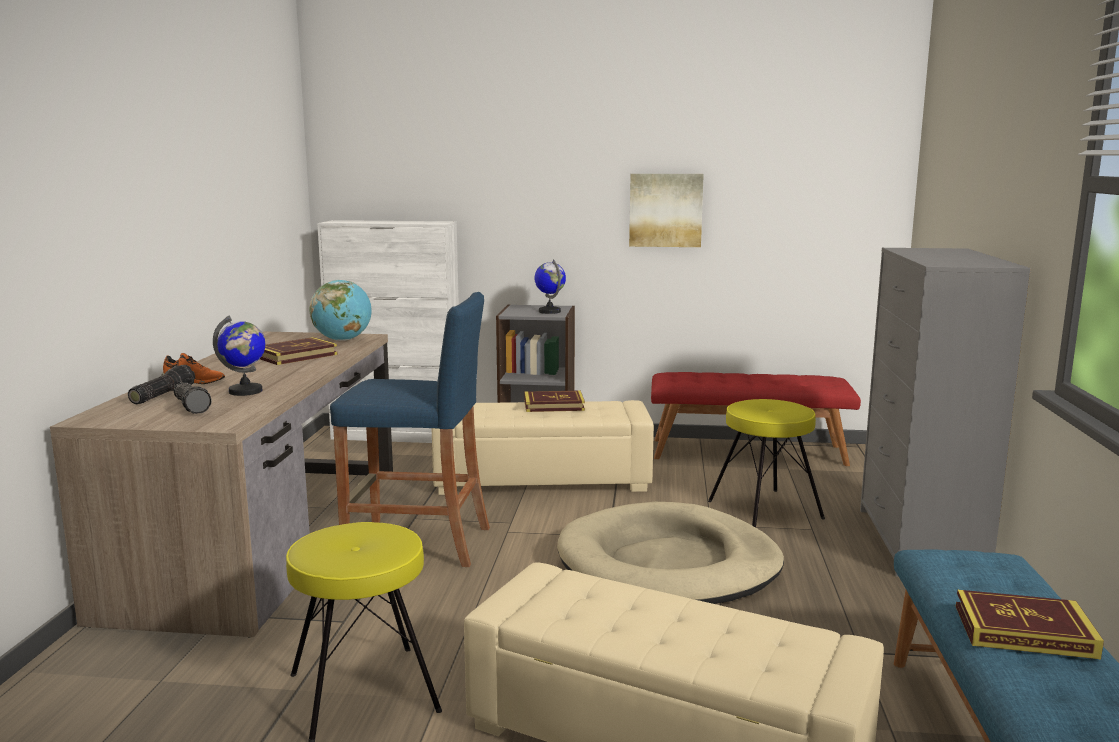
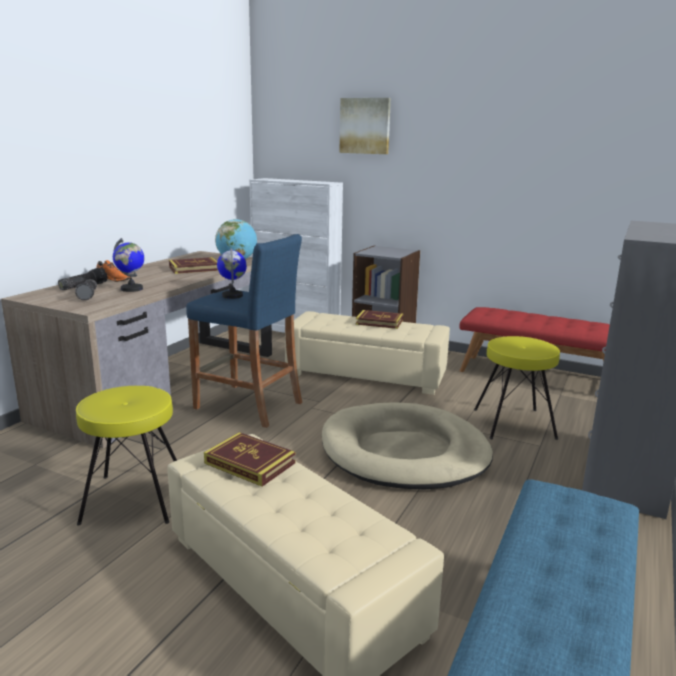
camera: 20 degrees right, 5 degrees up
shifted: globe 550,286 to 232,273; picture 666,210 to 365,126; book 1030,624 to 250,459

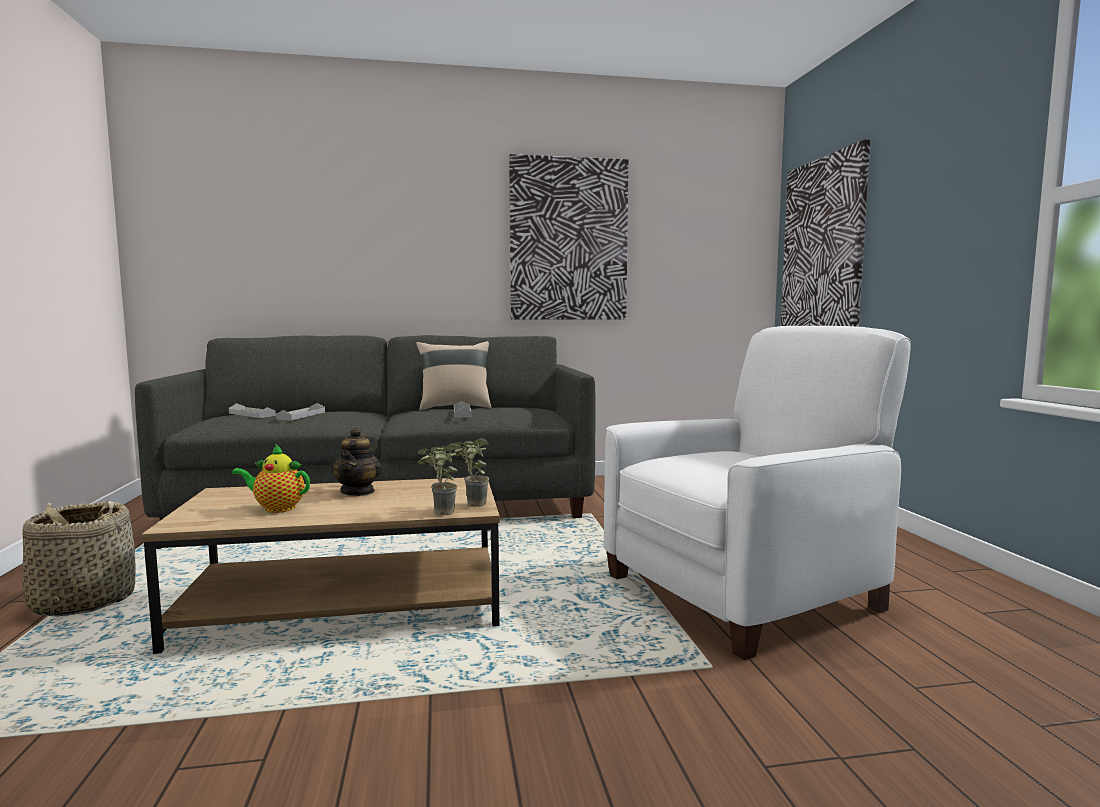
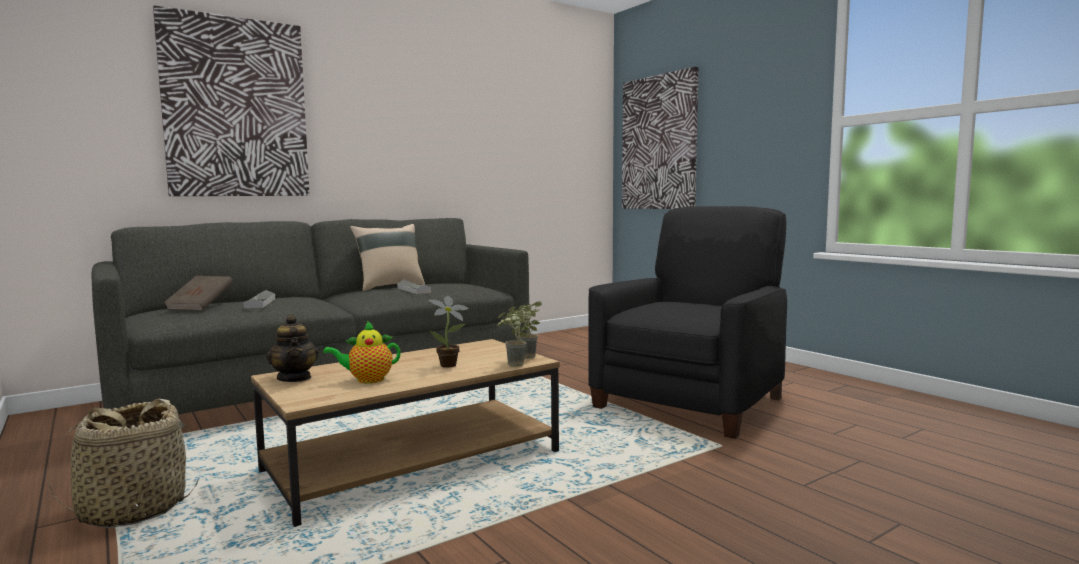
camera: 25 degrees left, 0 degrees up
new: potted plant 448,332
shifted: teapot 356,461 to 292,348; picture 569,236 to 231,100
swapped: tray/grey 252,410 to book/brown 198,293
repainted: armchair/white 757,493 to armchair/black 687,322

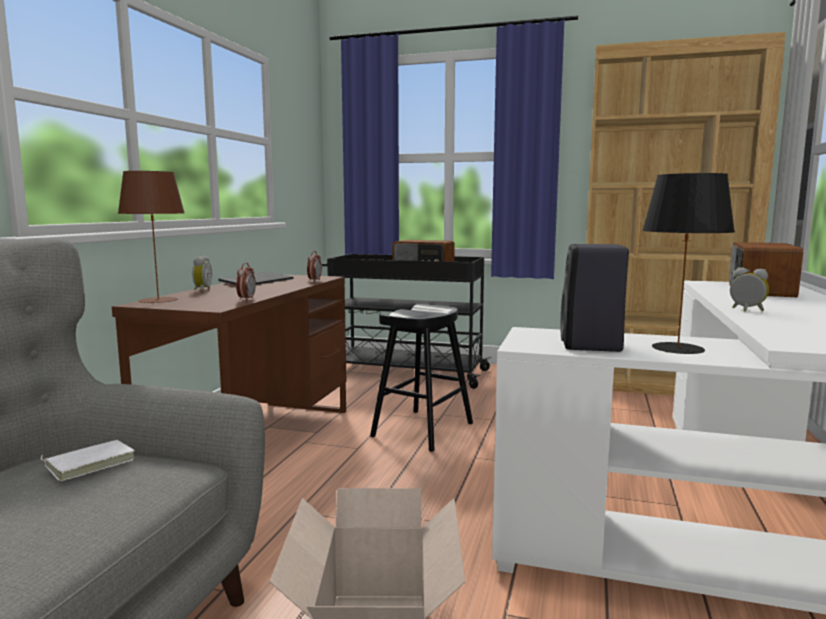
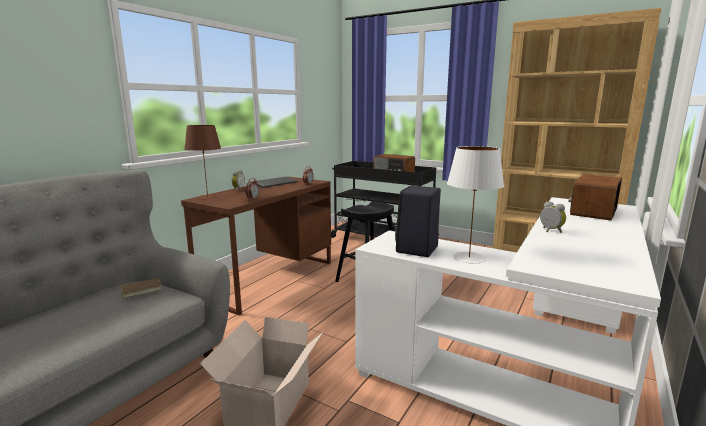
camera: 15 degrees right, 5 degrees up
repainted: book/white 88,460 to book/brown 140,288; table lamp/black 688,263 to table lamp/white 475,204

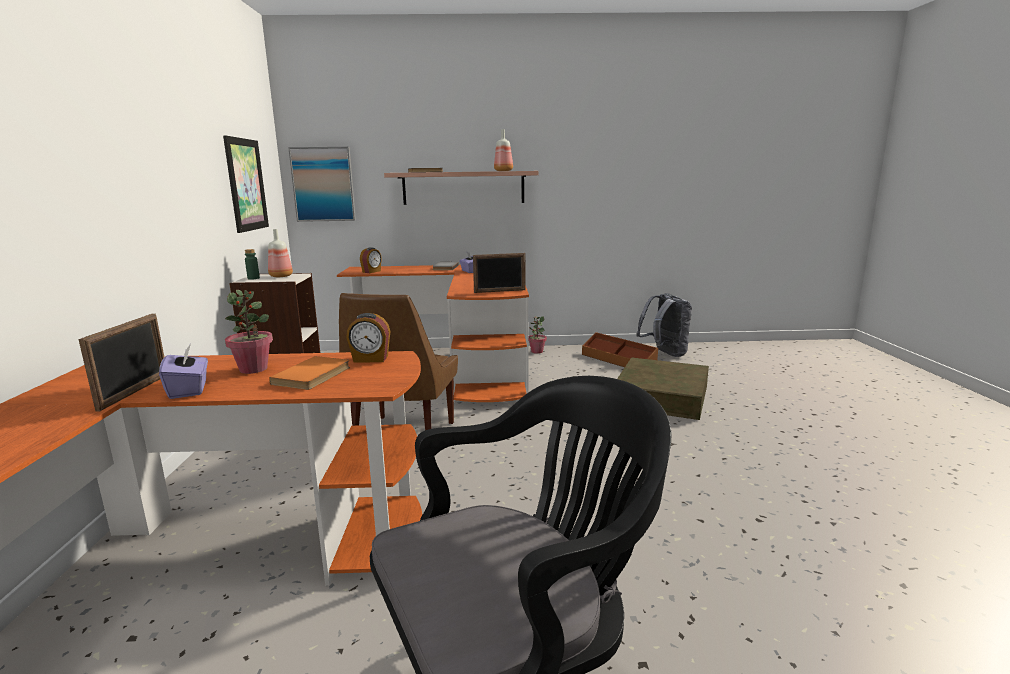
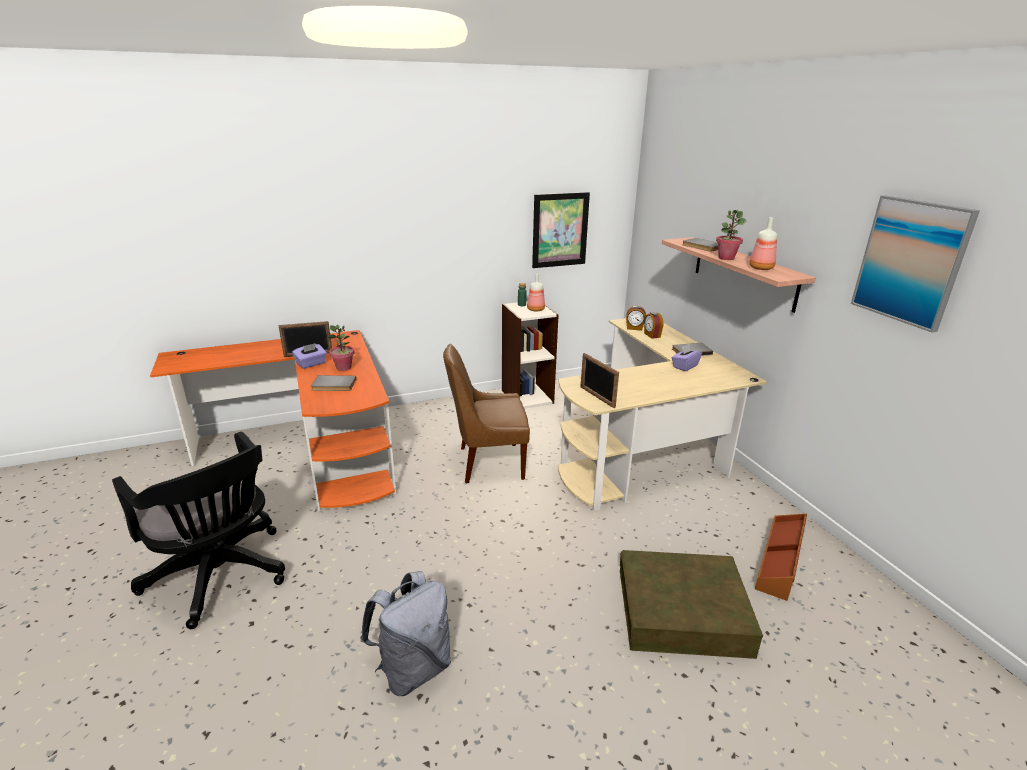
camera: 70 degrees right, 10 degrees up
shifted: picture 322,184 to 915,264; alarm clock 368,337 to 653,325; potted plant 537,335 to 731,235; backpack/grey 664,325 to 405,633
repainted: book/orange 309,373 to book/grey 334,383; desk/orange 433,333 to desk/beige 662,414

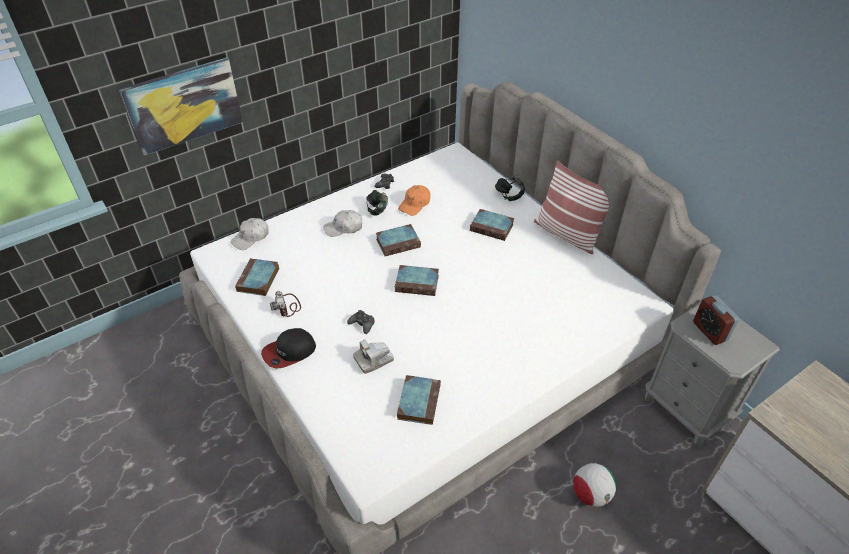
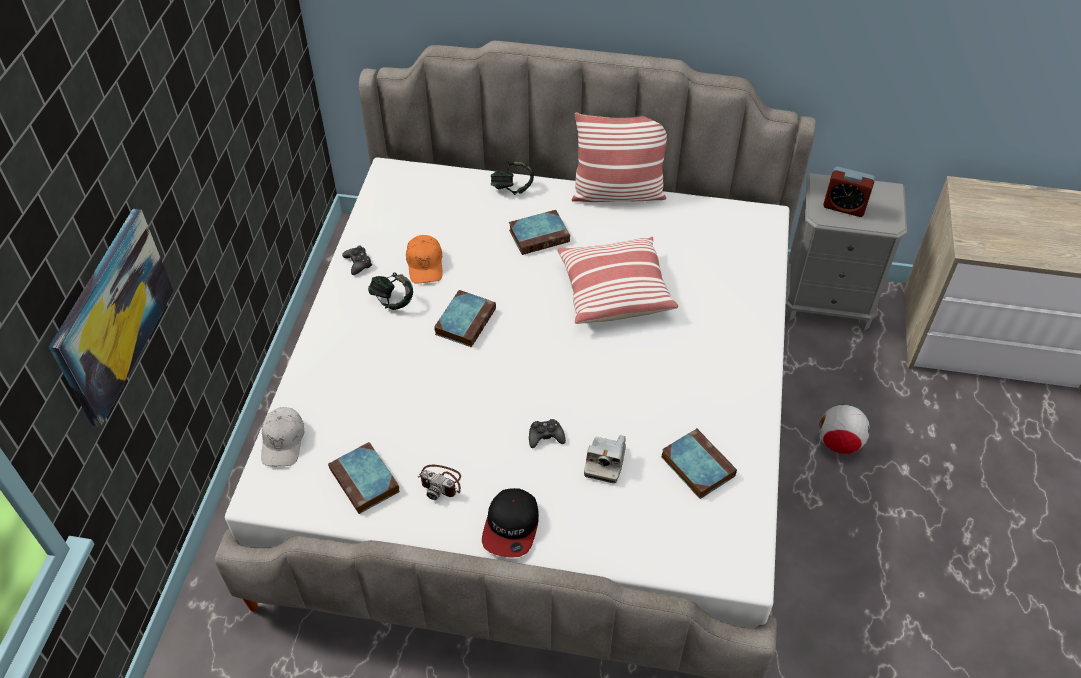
camera: 45 degrees left, 5 degrees up
gone: cap/white 343,223; book 417,280
new: pillow 617,280

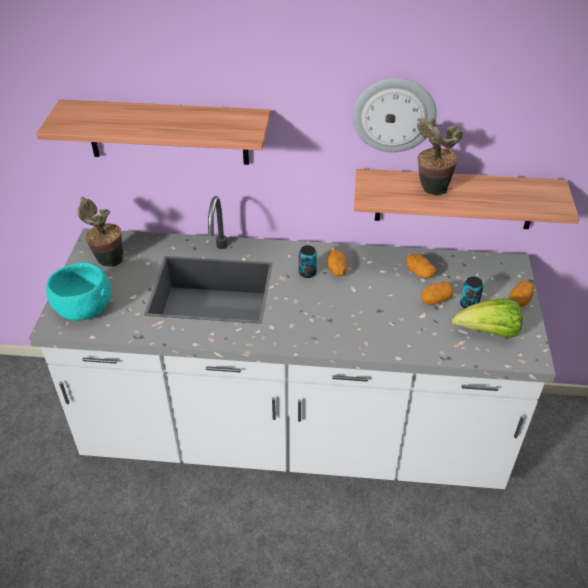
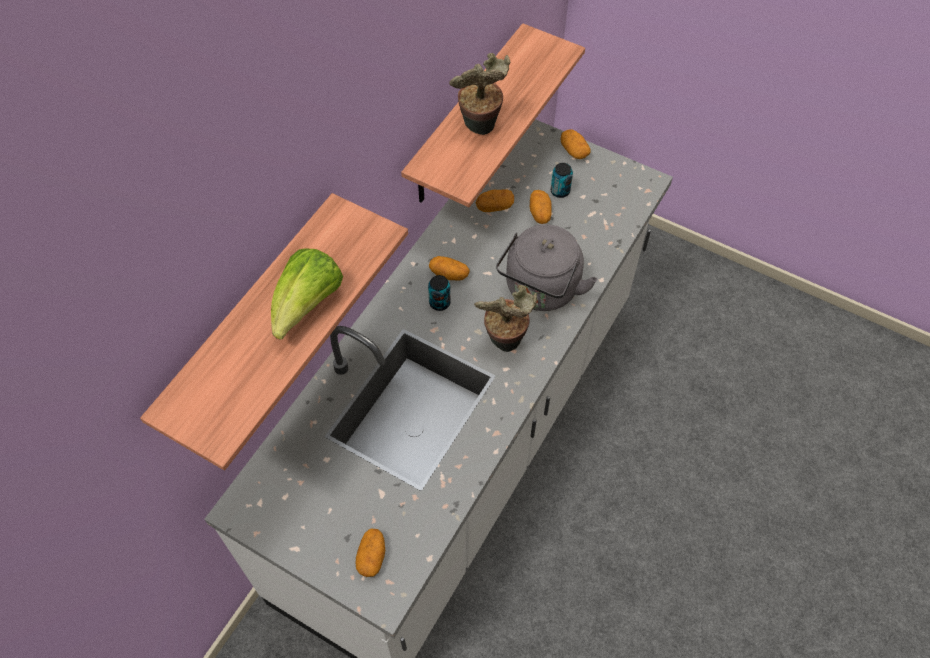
camera: 65 degrees left, 15 degrees up
gone: wall clock 394,115
new: kettle/grey 547,267
shifted: potted plant 100,232 to 505,318; lettuce 487,318 to 307,294
swapped: bowl/turquoise 78,291 to potato 370,552

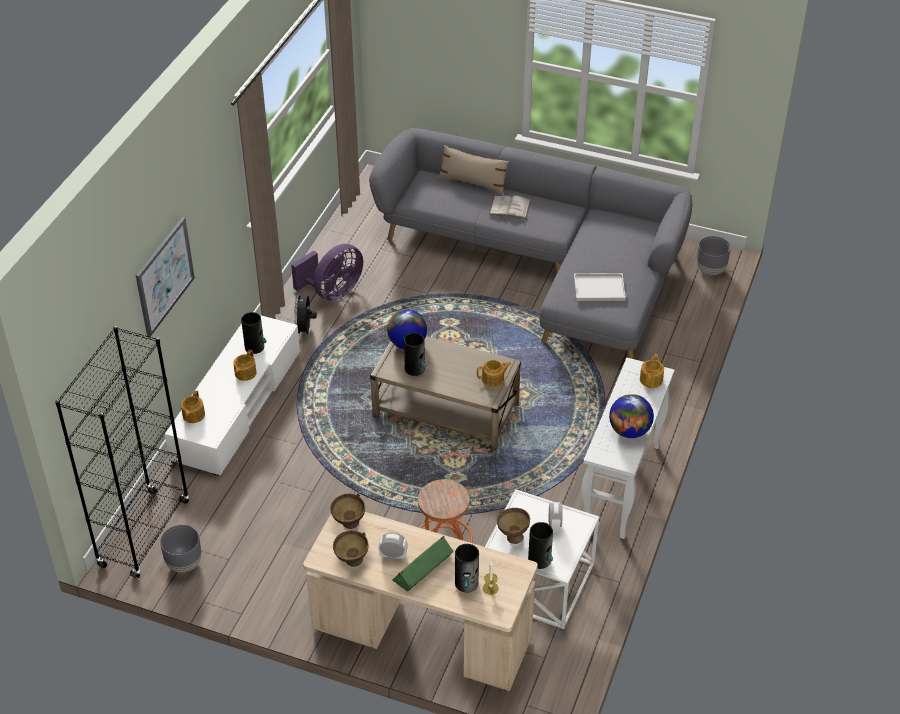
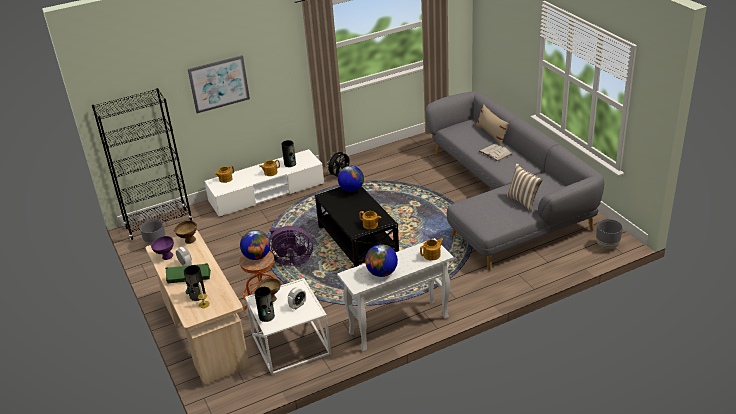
camera: 45 degrees right, 10 degrees down
gone: vase 415,354; tray/white 600,287
new: globe 255,245; pillow 525,187
shifted: fan/purple 327,272 to 291,246
repainted: bowl/brown 350,548 to bowl/purple 162,248; coffee table/beige 445,393 to coffee table/black 357,227

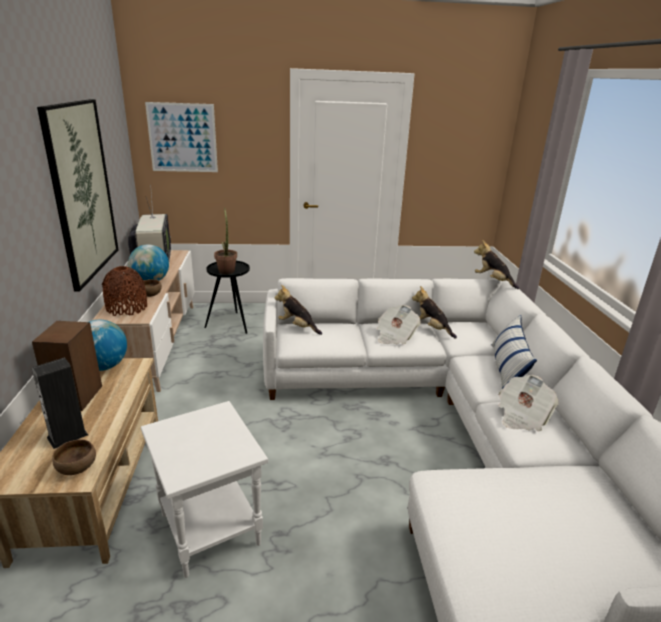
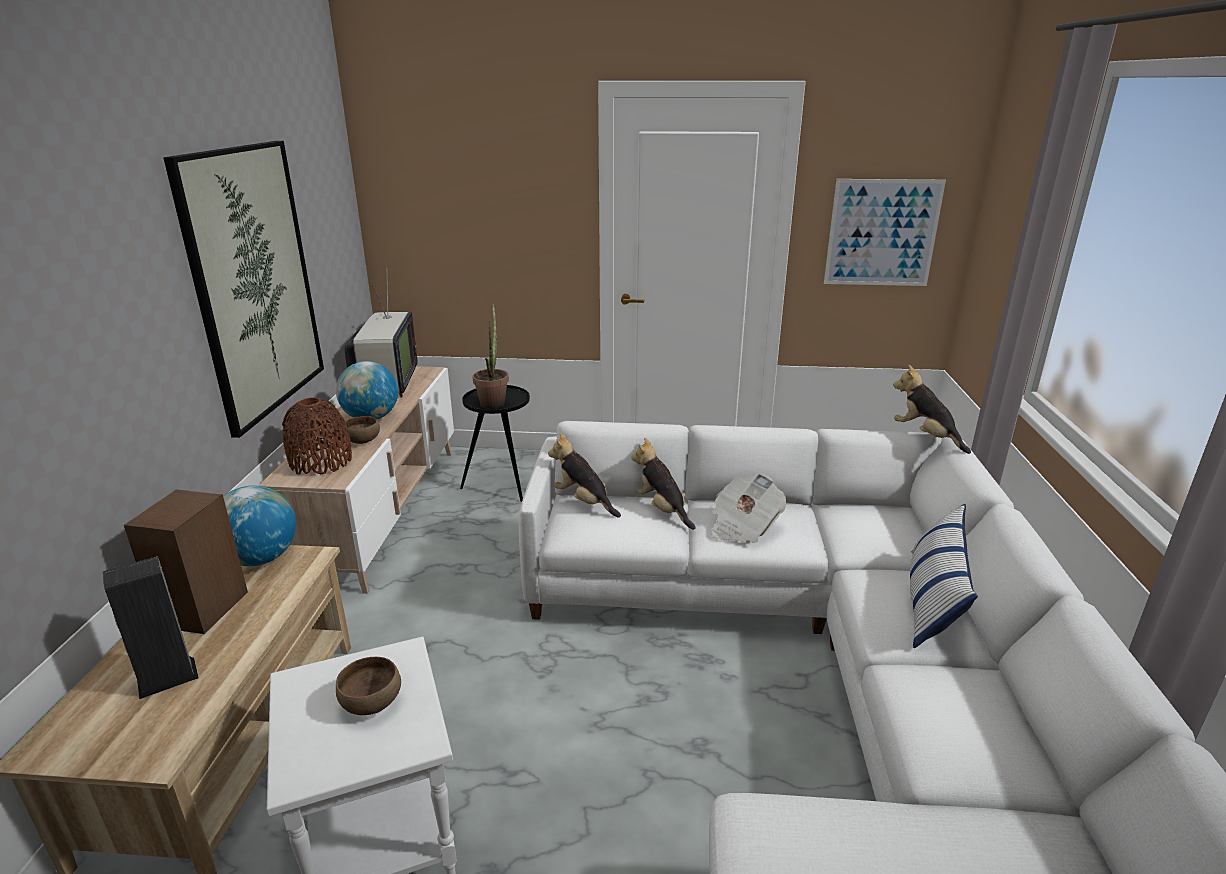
camera: 10 degrees right, 0 degrees up
gone: newspaper 528,403
shifted: bowl/brown 74,457 to 368,686; picture 181,137 to 885,232; plush toy 434,312 to 663,484

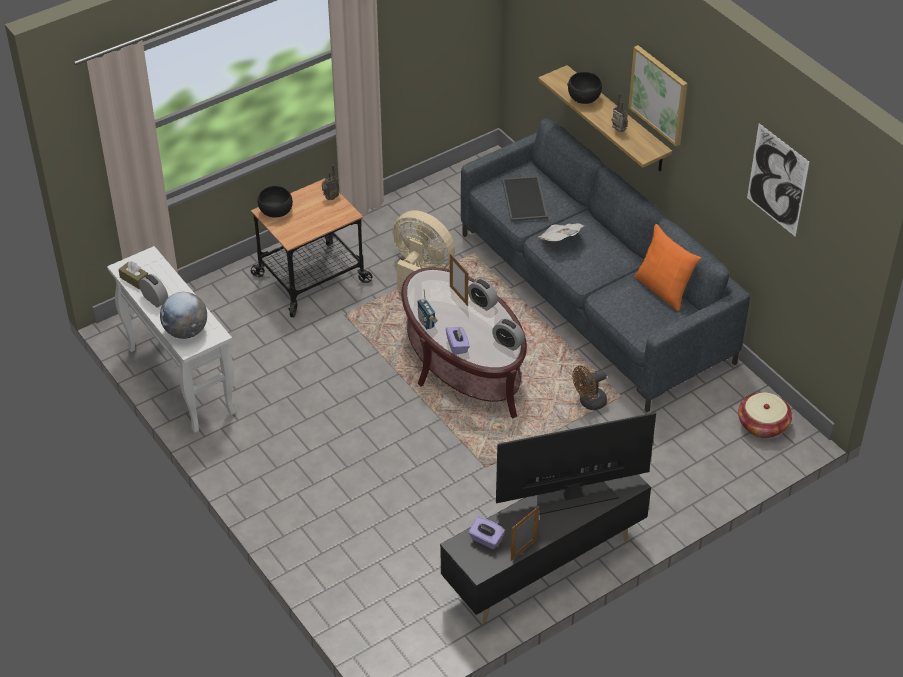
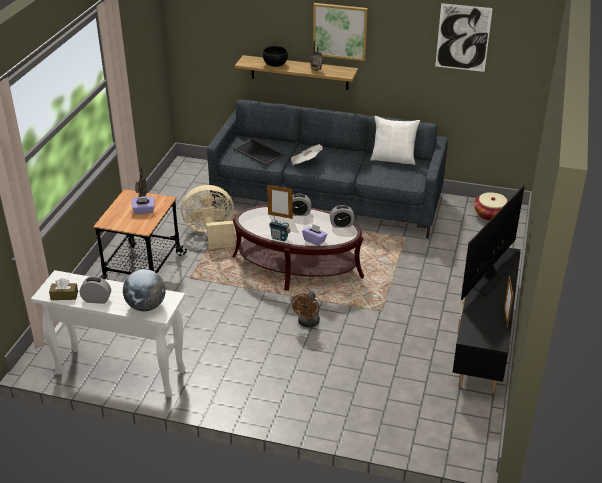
camera: 40 degrees left, 10 degrees down
gone: bowl/black 275,202
shifted: tissue box/purple 487,533 to 143,205; fan/brown 589,388 to 306,310
repainted: pillow/orange 667,267 to pillow/white 395,140

